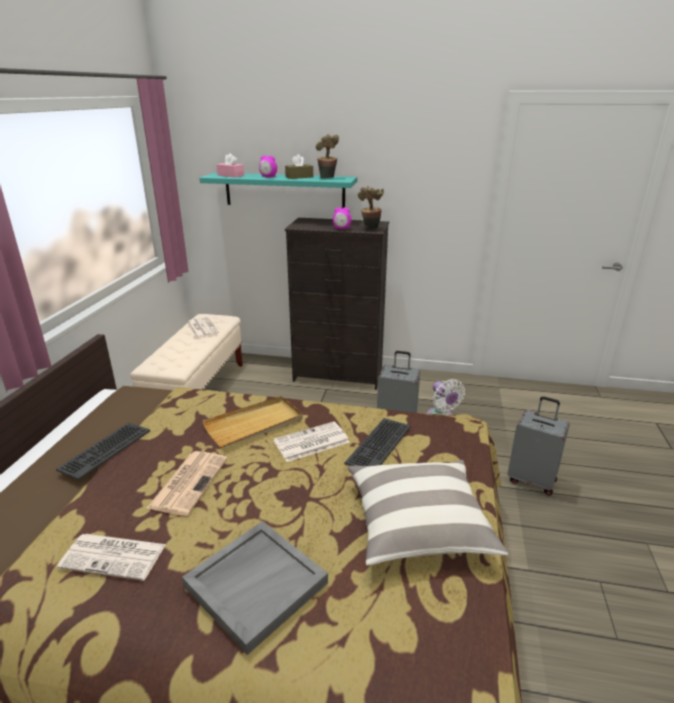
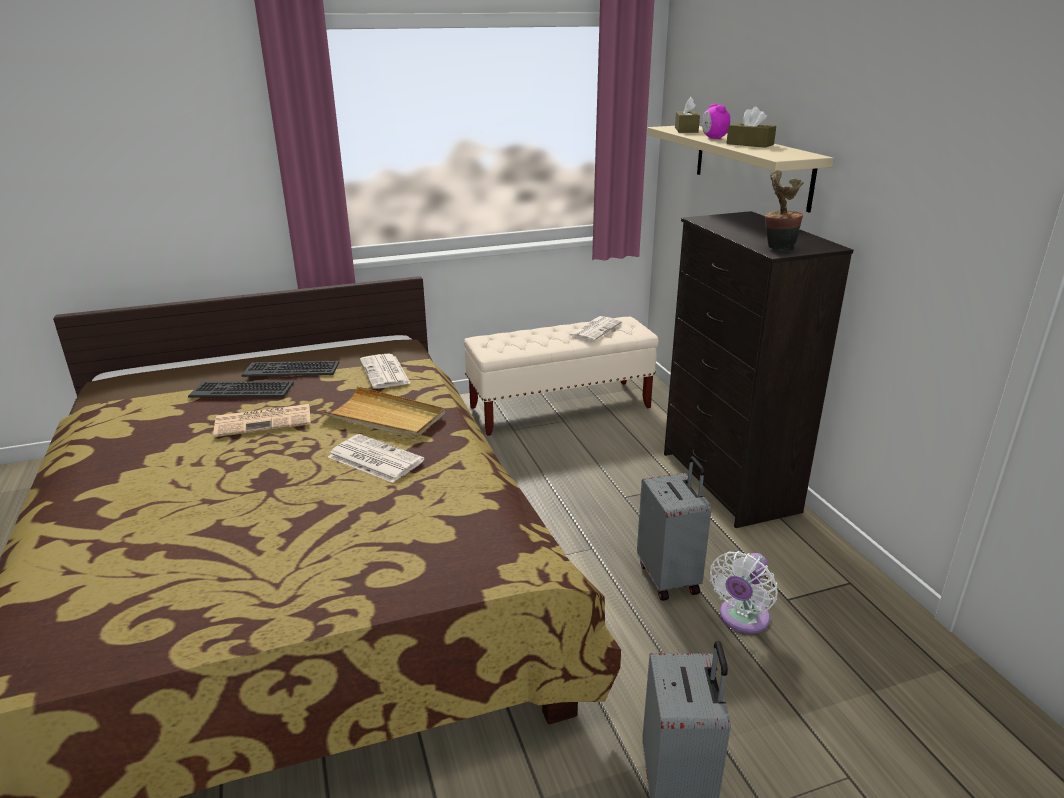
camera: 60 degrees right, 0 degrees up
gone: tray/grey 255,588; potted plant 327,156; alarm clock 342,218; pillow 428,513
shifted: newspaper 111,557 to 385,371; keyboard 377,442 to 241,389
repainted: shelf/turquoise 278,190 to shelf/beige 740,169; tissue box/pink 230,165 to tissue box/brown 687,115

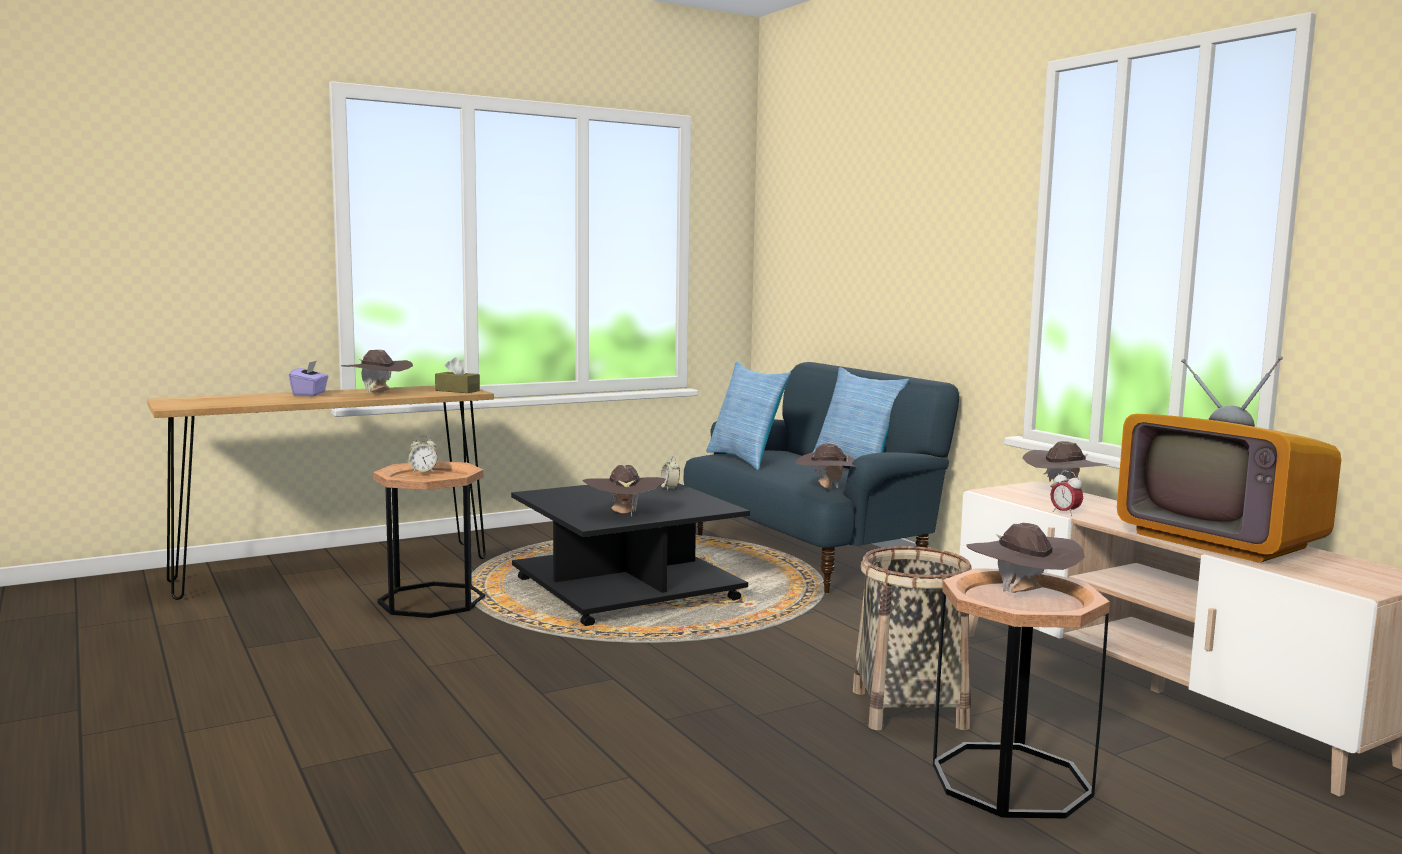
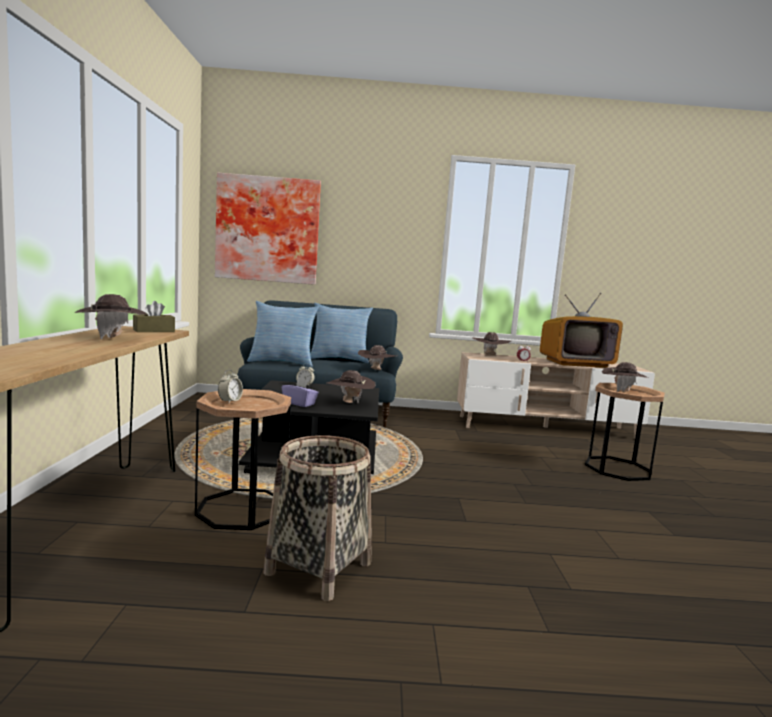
camera: 60 degrees left, 0 degrees up
new: picture 268,228
shifted: tissue box/purple 309,378 to 300,392; basket 912,638 to 317,518

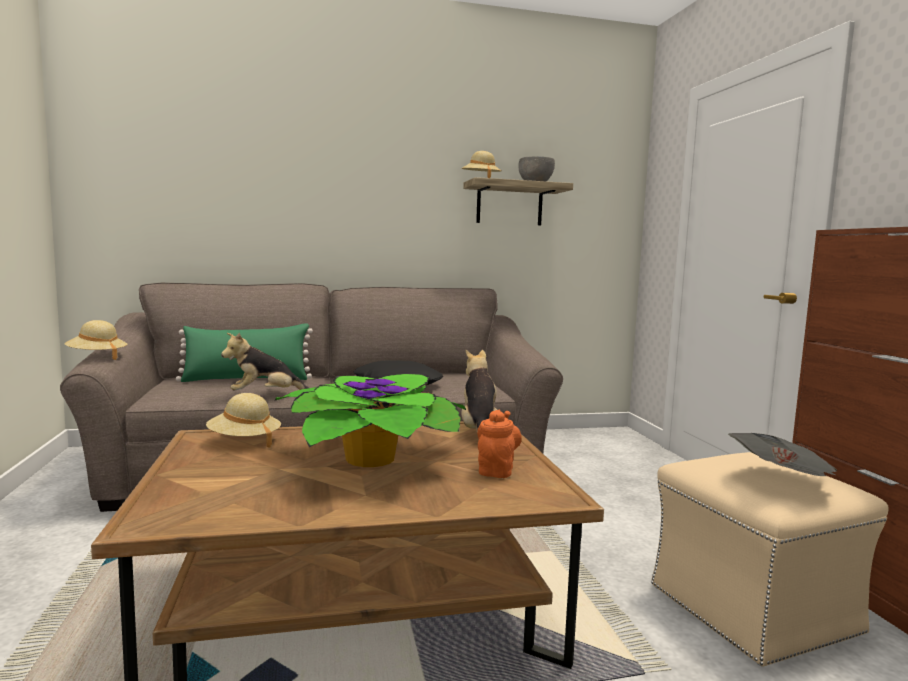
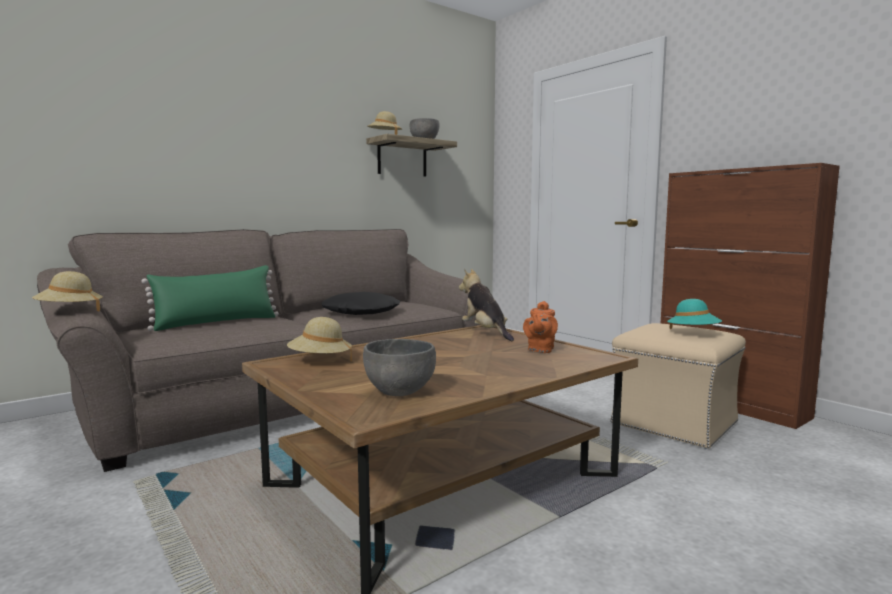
camera: 25 degrees left, 0 degrees up
gone: plush toy 265,361; potted plant 370,420
new: bowl/grey 399,367
swapped: newspaper 782,454 to hat/turquoise 694,314
rotated: teapot/orange 499,443 = 540,327 150 degrees counterclockwise

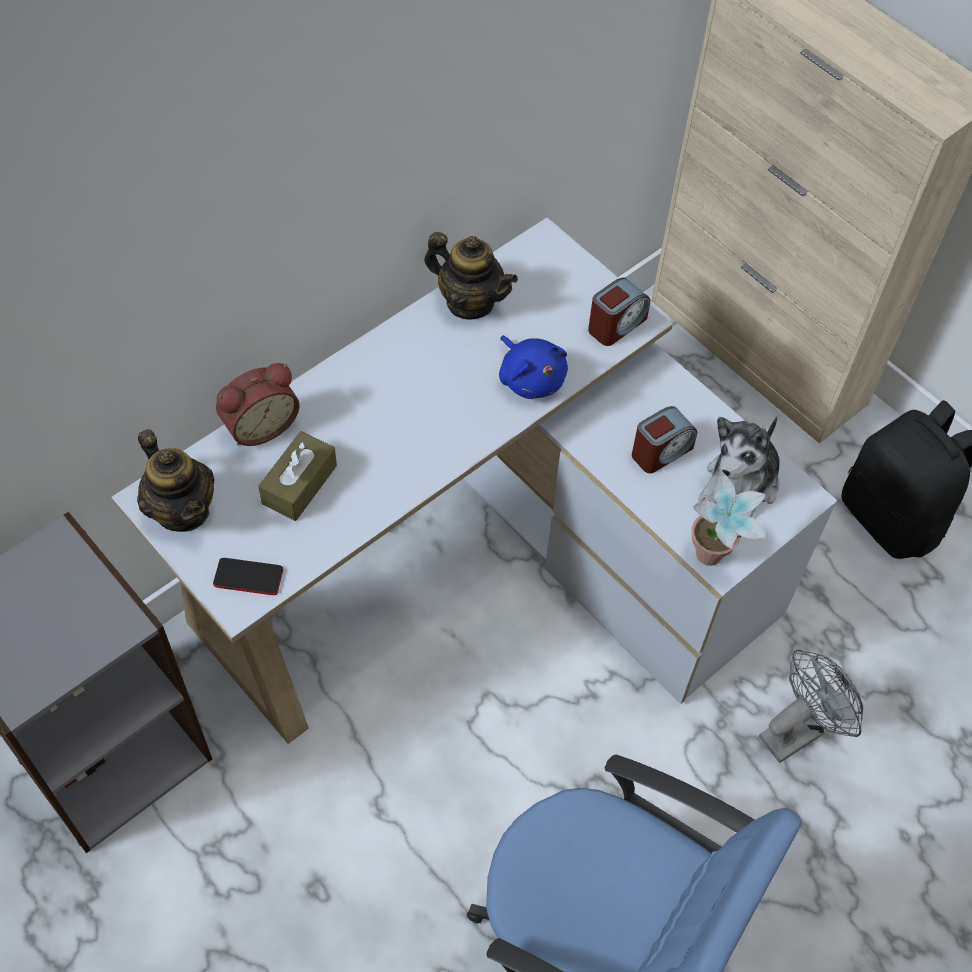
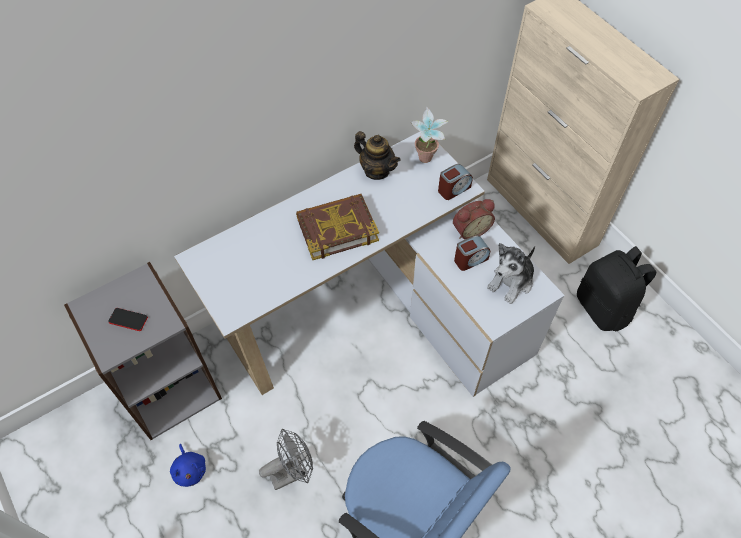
camera: 10 degrees right, 0 degrees up
gone: teapot 176,480; tissue box/brown 297,476
new: book 337,227
shifted: phone 248,576 to 128,319; alarm clock 258,404 to 474,219; plush toy/blue 533,367 to 188,465; potted plant 729,518 to 429,135; fan/grey 811,706 to 286,459

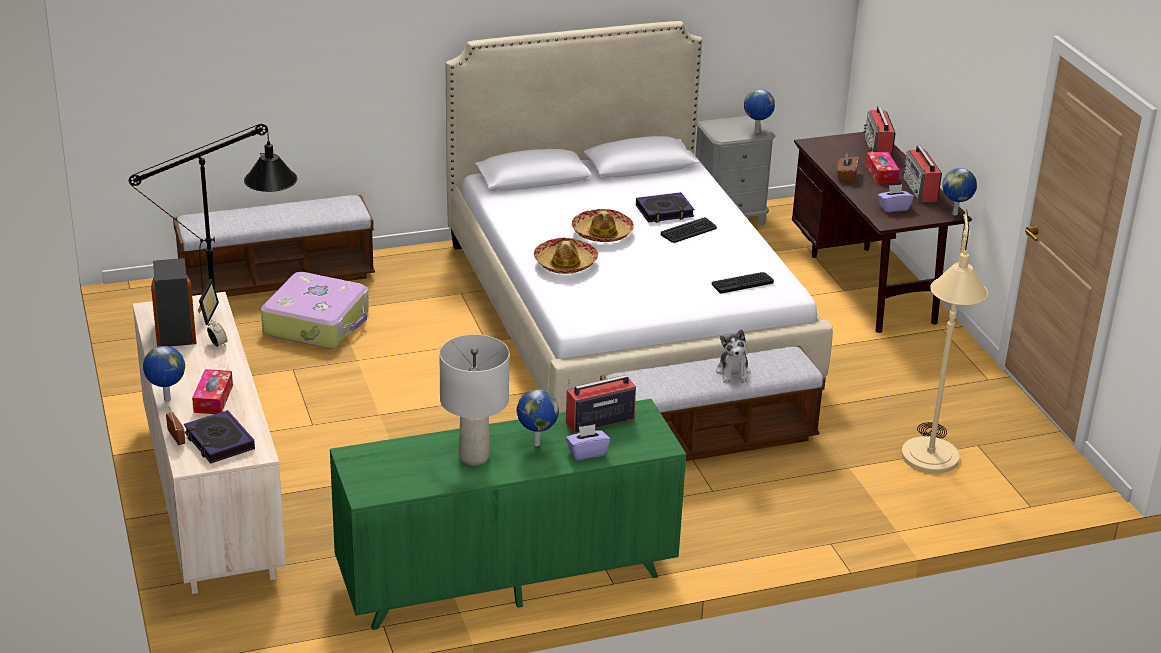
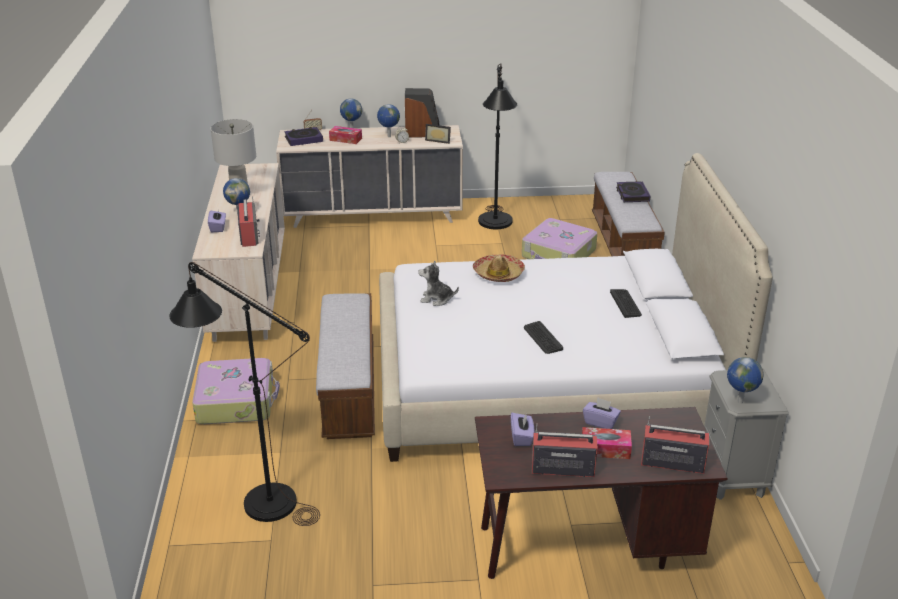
camera: 105 degrees right, 0 degrees up
gone: hat 602,225
new: suitcase 236,391
shifted: book 665,207 to 633,191; keyboard 742,282 to 626,303; plush toy 733,356 to 438,283; globe 959,191 to 388,120
repainted: dresser/green 508,514 to dresser/beige 238,252; tissue box/brown 848,167 to tissue box/purple 602,413; floor lamp/beige 944,341 to floor lamp/black 244,394

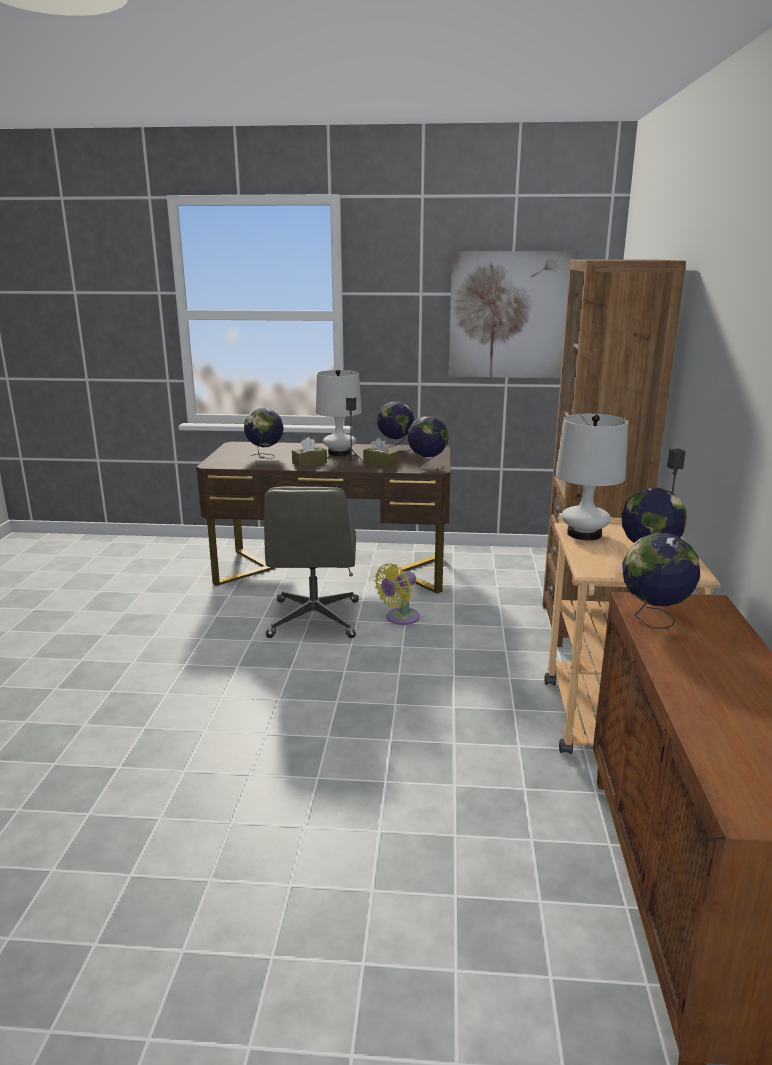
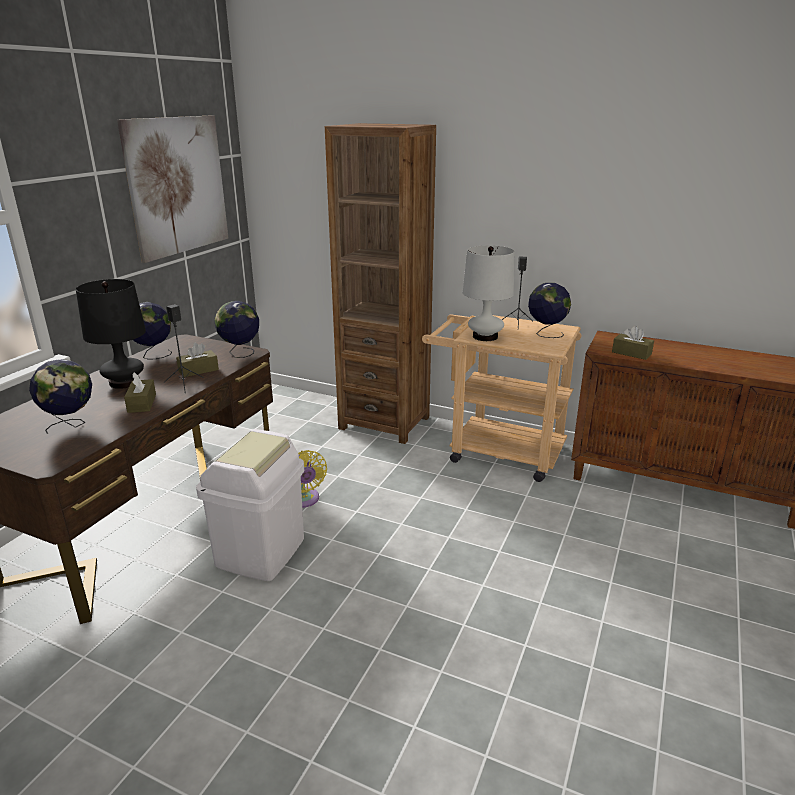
camera: 70 degrees left, 5 degrees up
swapped: office chair/grey 311,562 to trash can/white 250,505; globe 661,581 to tissue box/brown 633,343
repainted: table lamp/white 339,412 to table lamp/black 111,334

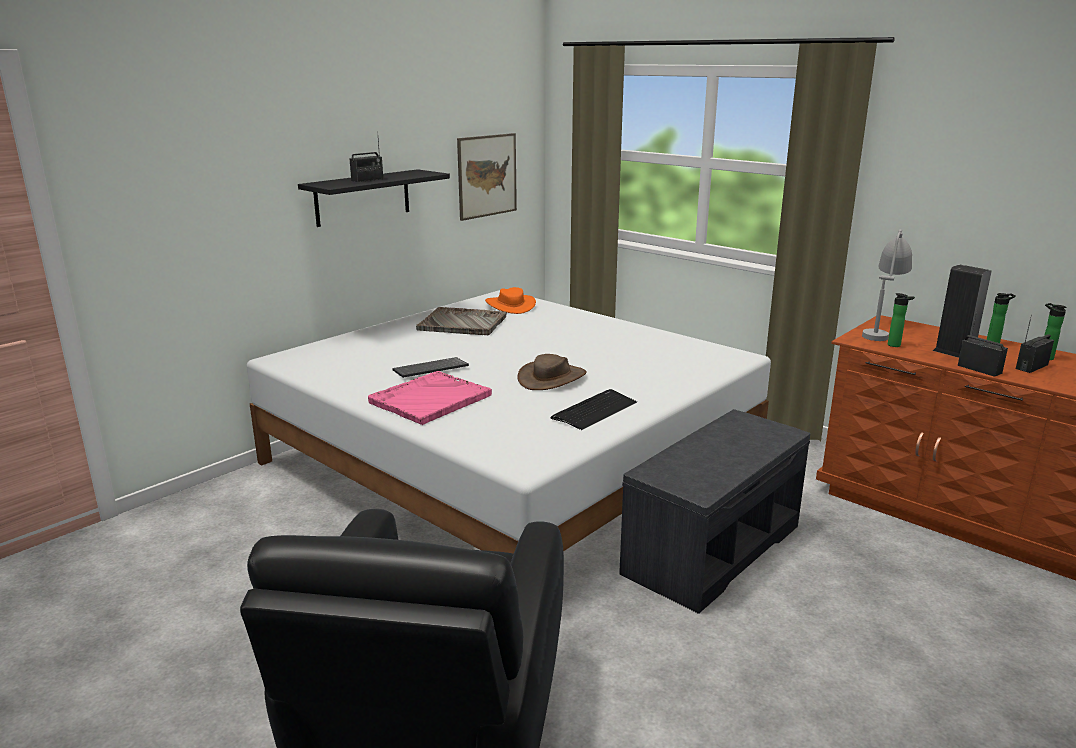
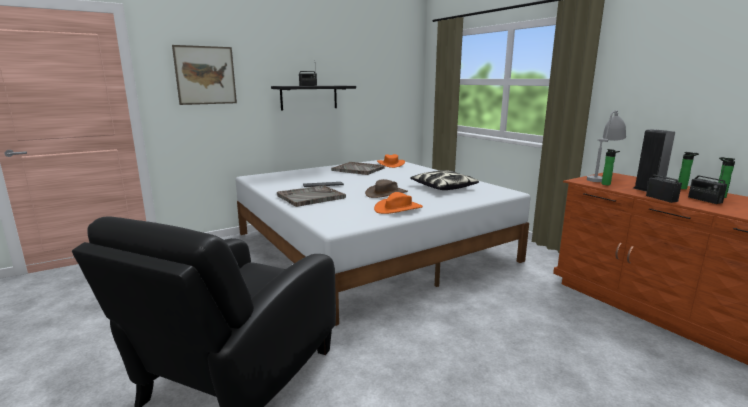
camera: 15 degrees right, 5 degrees down
gone: bench/grey 714,511
new: pillow 444,180
shifted: picture 487,177 to 204,75
swapped: keyboard 593,409 to hat/orange 398,203
repainted: tray/pink 430,398 to tray/grey 311,196
rotated: radio 1035,344 = 707,184 90 degrees counterclockwise

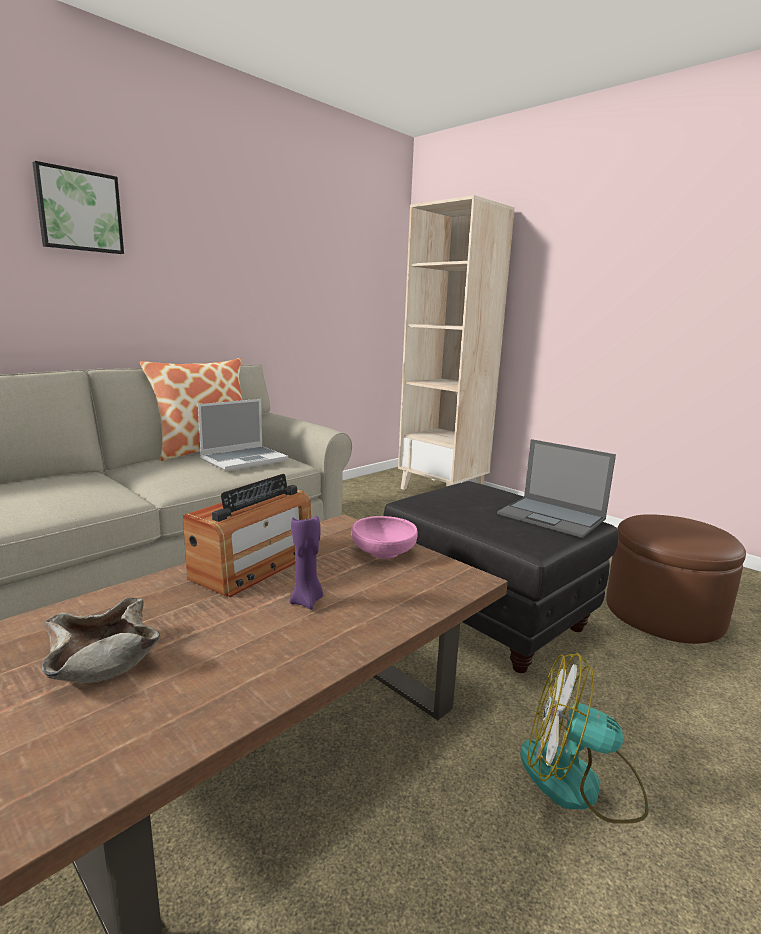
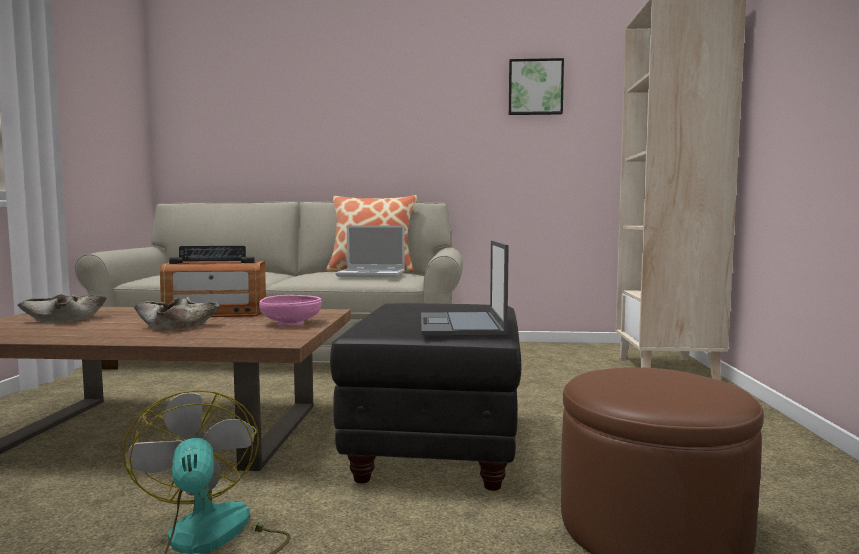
camera: 50 degrees right, 10 degrees down
shifted: picture 78,207 to 536,86
swapped: candle/purple 306,562 to bowl/beige 177,313

